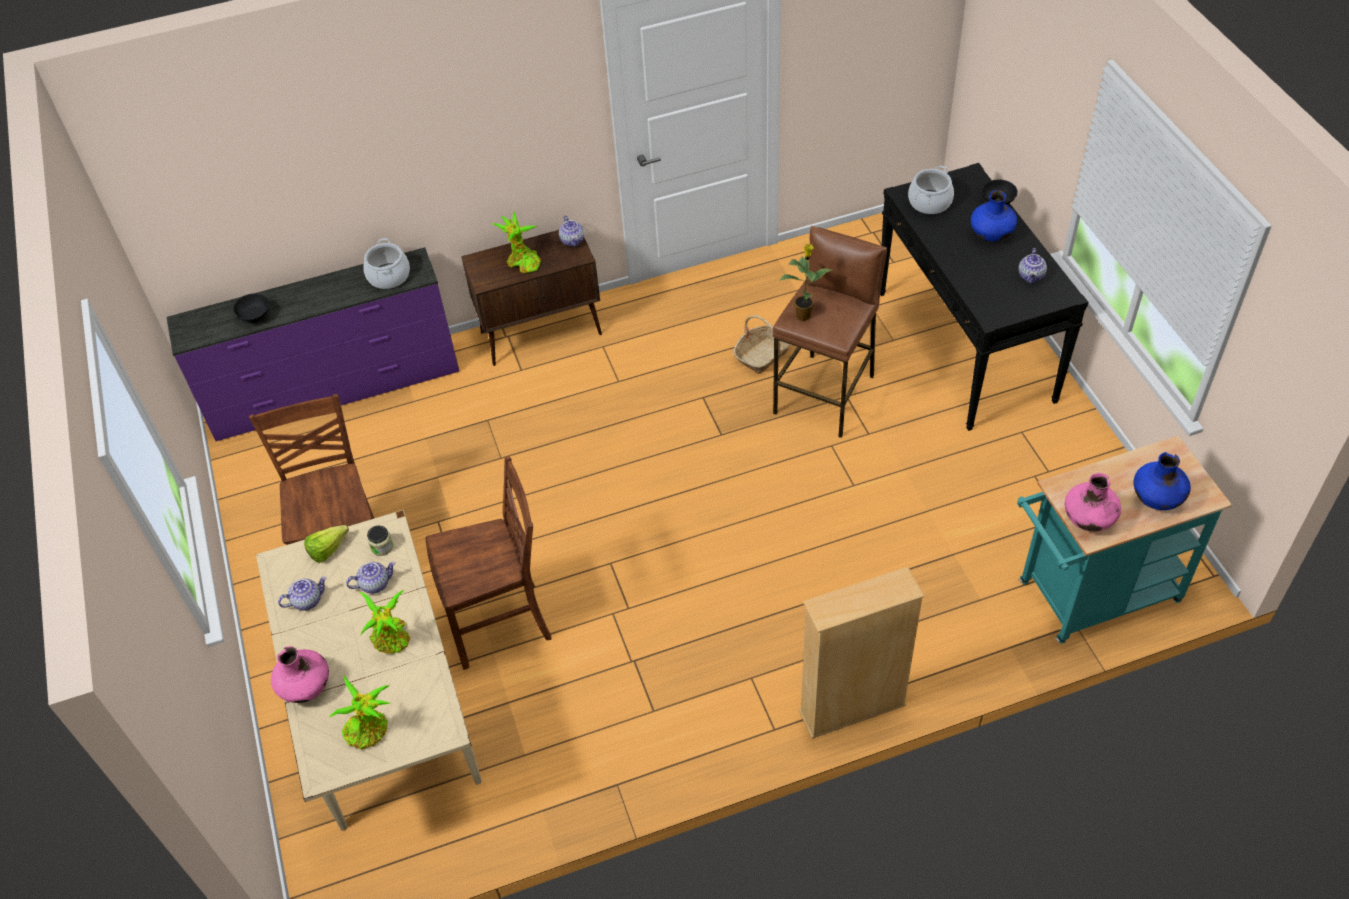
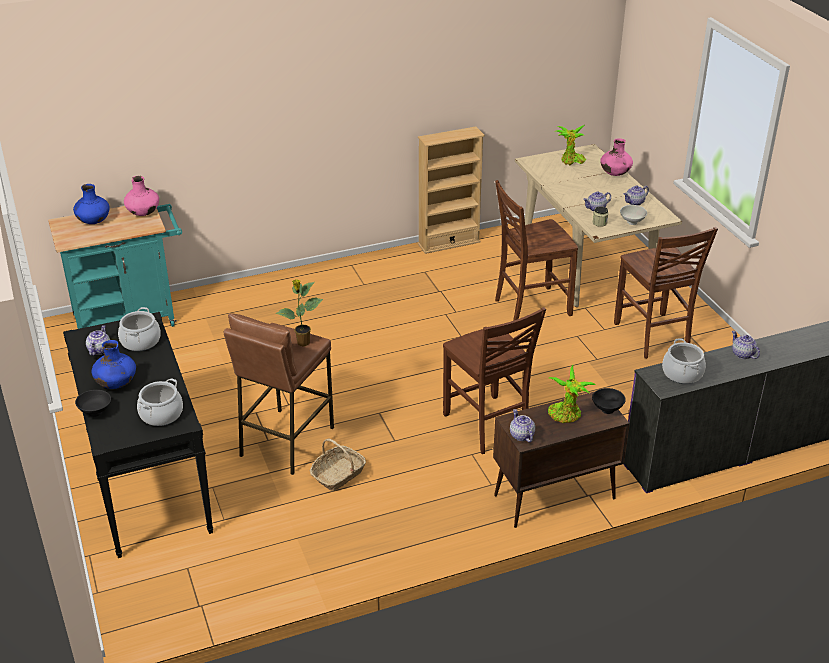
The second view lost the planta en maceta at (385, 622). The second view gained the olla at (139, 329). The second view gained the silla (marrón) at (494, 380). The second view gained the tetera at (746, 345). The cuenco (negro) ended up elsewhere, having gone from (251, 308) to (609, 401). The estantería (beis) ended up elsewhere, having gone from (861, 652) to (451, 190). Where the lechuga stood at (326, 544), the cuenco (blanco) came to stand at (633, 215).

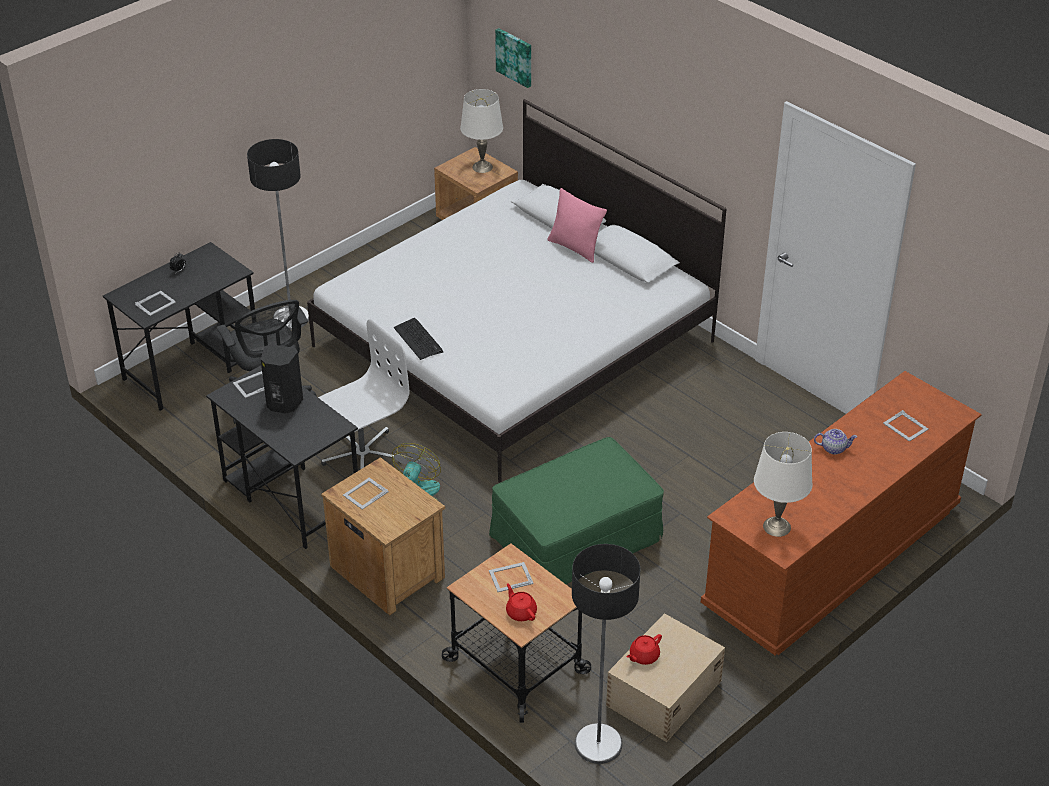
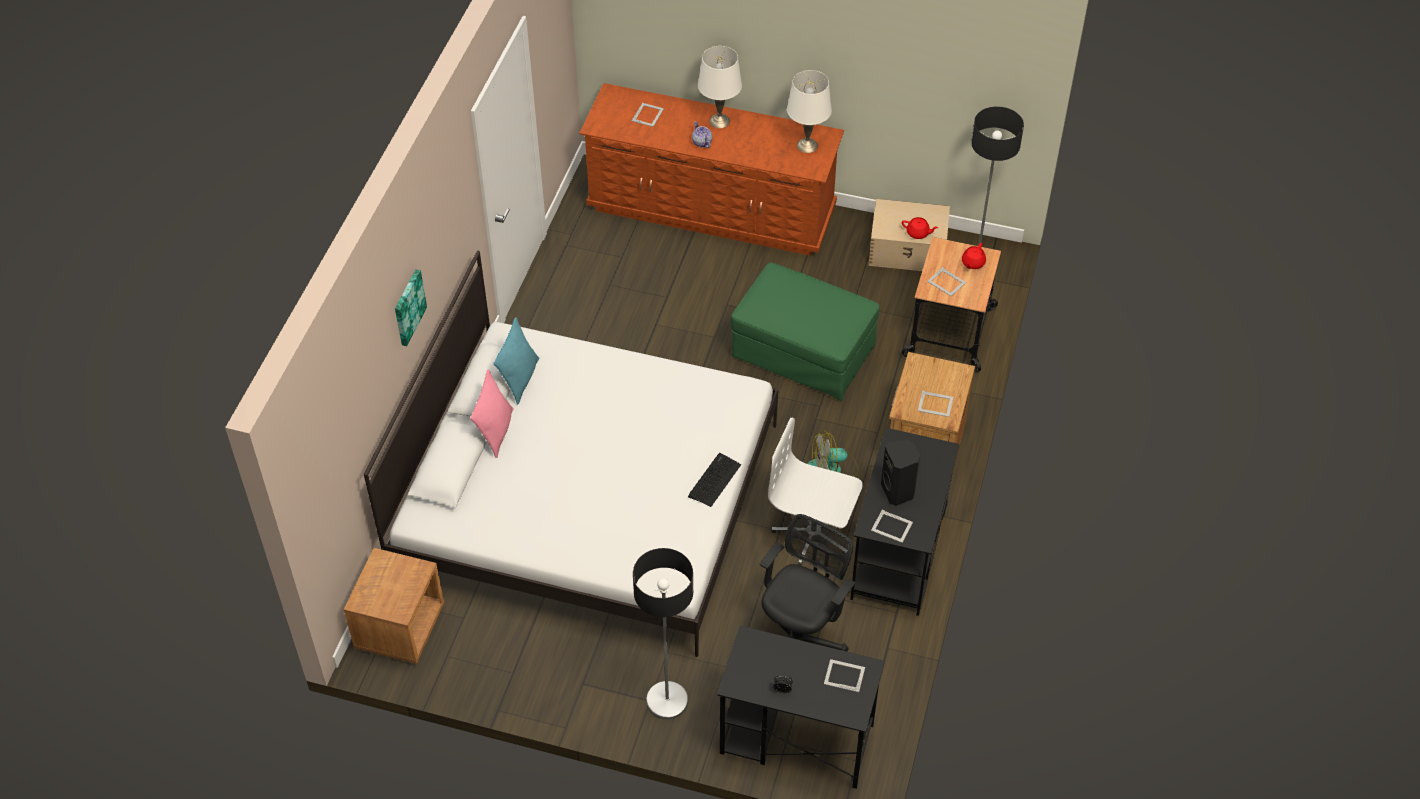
The second view gained the cojín (turquesa) at (516, 361). The lámpara de mesa (blanco) ended up elsewhere, having gone from (481, 131) to (720, 87). The cuadro ended up elsewhere, having gone from (513, 58) to (411, 307).

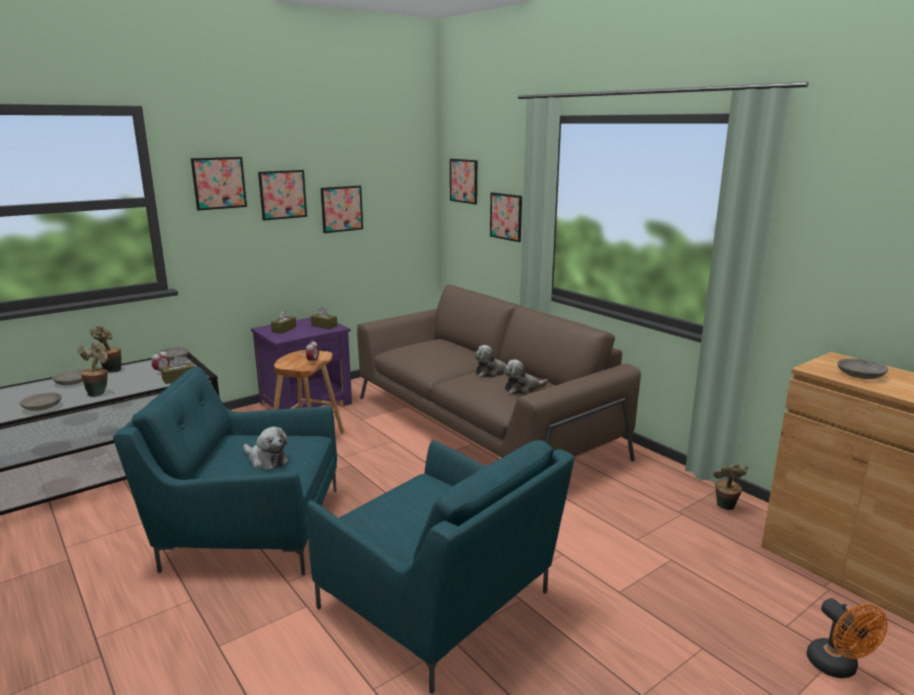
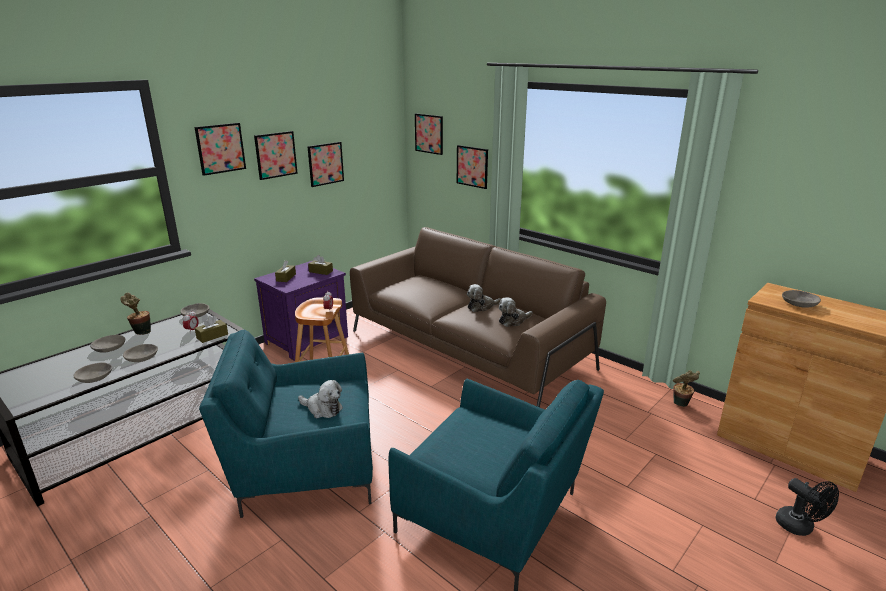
Where the planta en maceta stood at (93, 369), the cuenco (gris) came to stand at (140, 353). What was the ventilador (naranja) at (847, 638) turned into the ventilador (negro) at (807, 507).

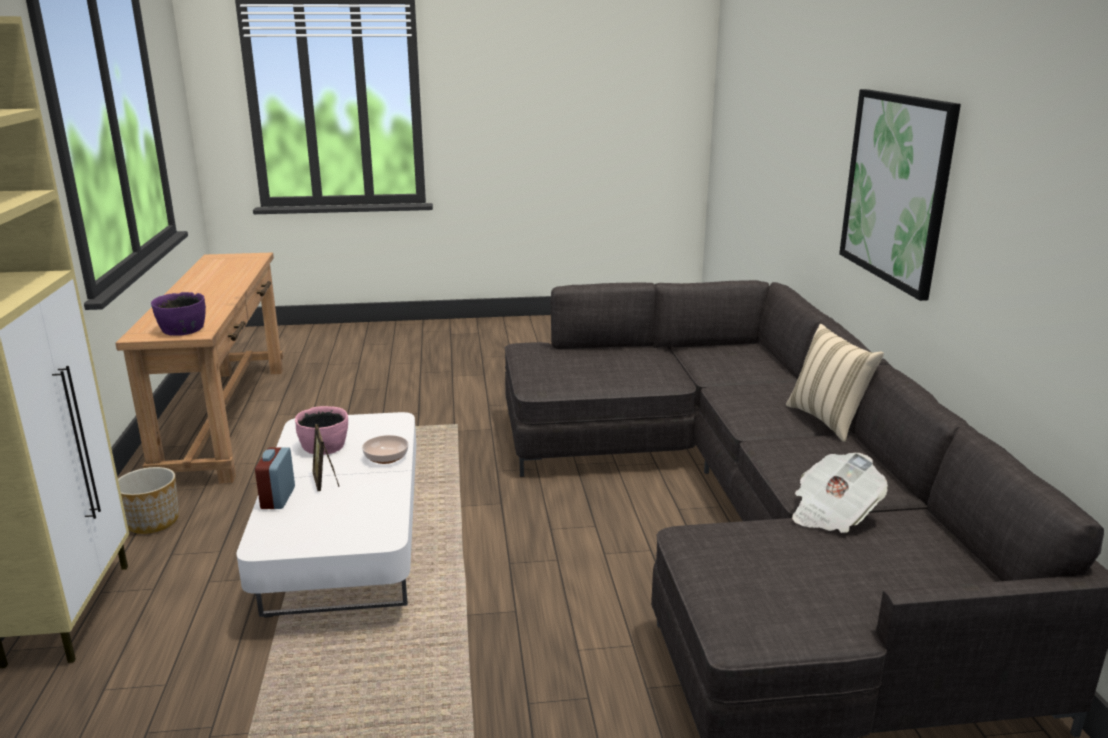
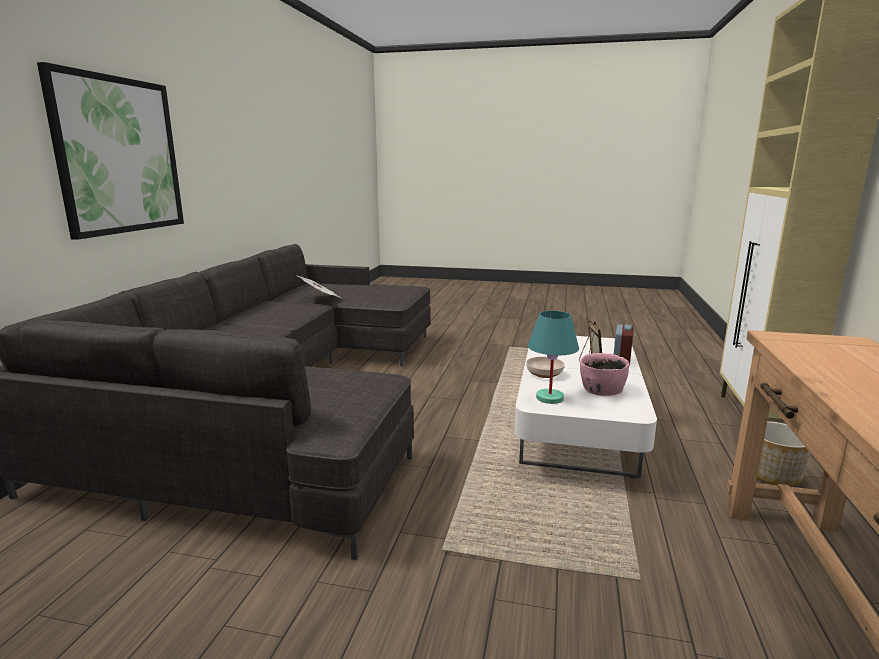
The second view lost the cuenco (morado) at (178, 314). The second view lost the cojín (beis) at (835, 383). The second view gained the lámpara de mesa (turquesa) at (553, 357).

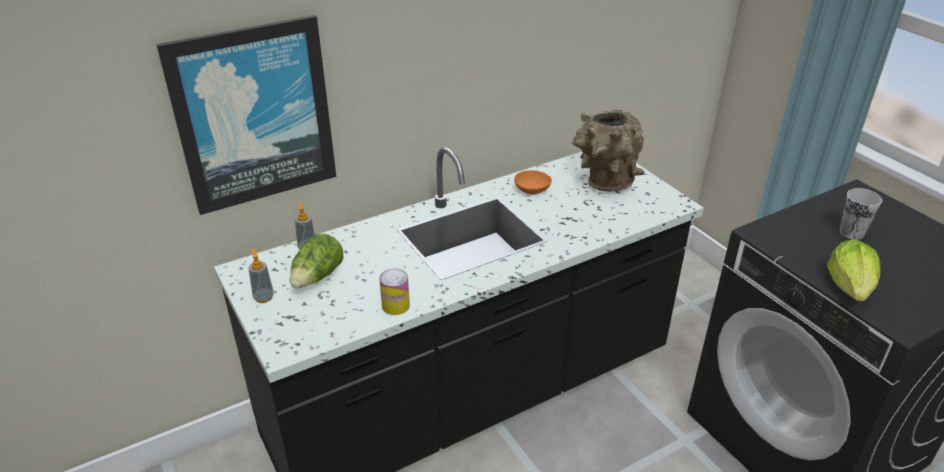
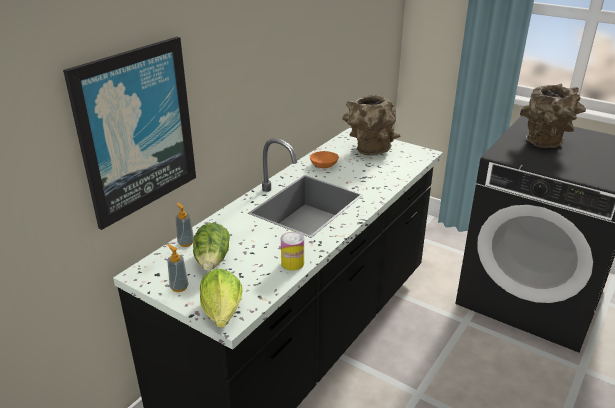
The lechuga ended up elsewhere, having gone from (854, 270) to (221, 298). Where the taza stood at (860, 214), the florero (marrón) came to stand at (553, 116).

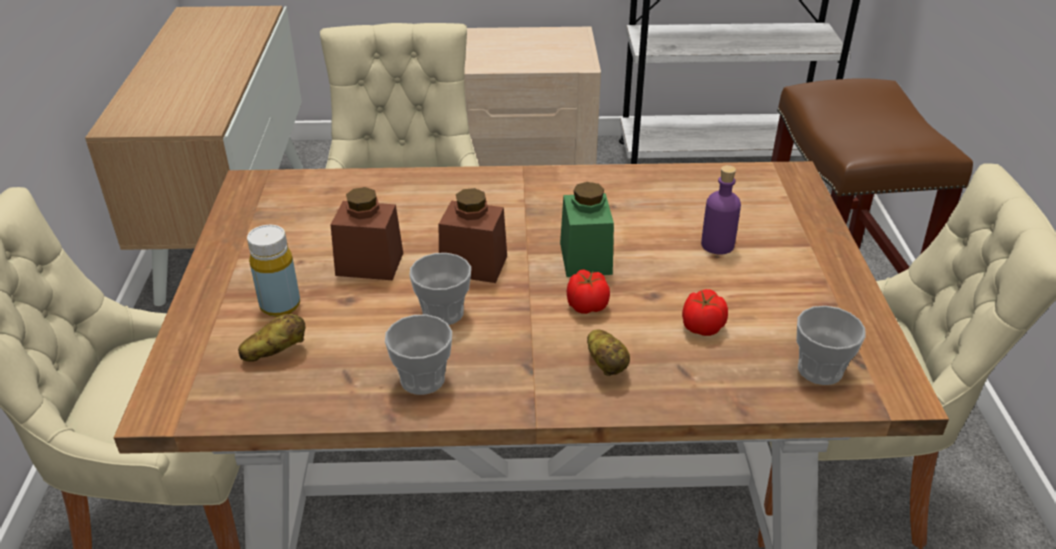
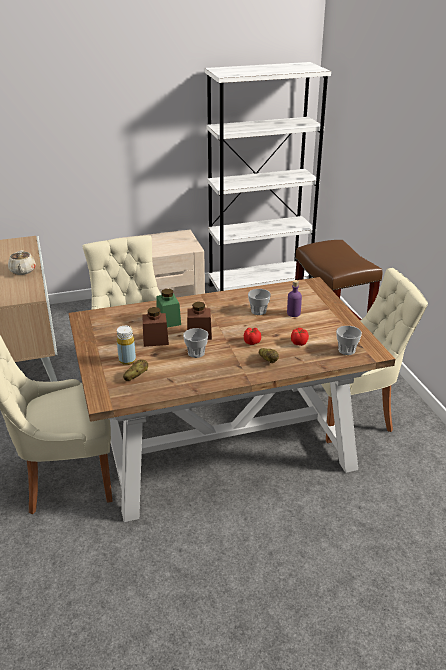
The second view gained the tetera (beis) at (22, 262). The taza ended up elsewhere, having gone from (418, 354) to (259, 302). The tarro (verde) ended up elsewhere, having gone from (587, 229) to (168, 308).

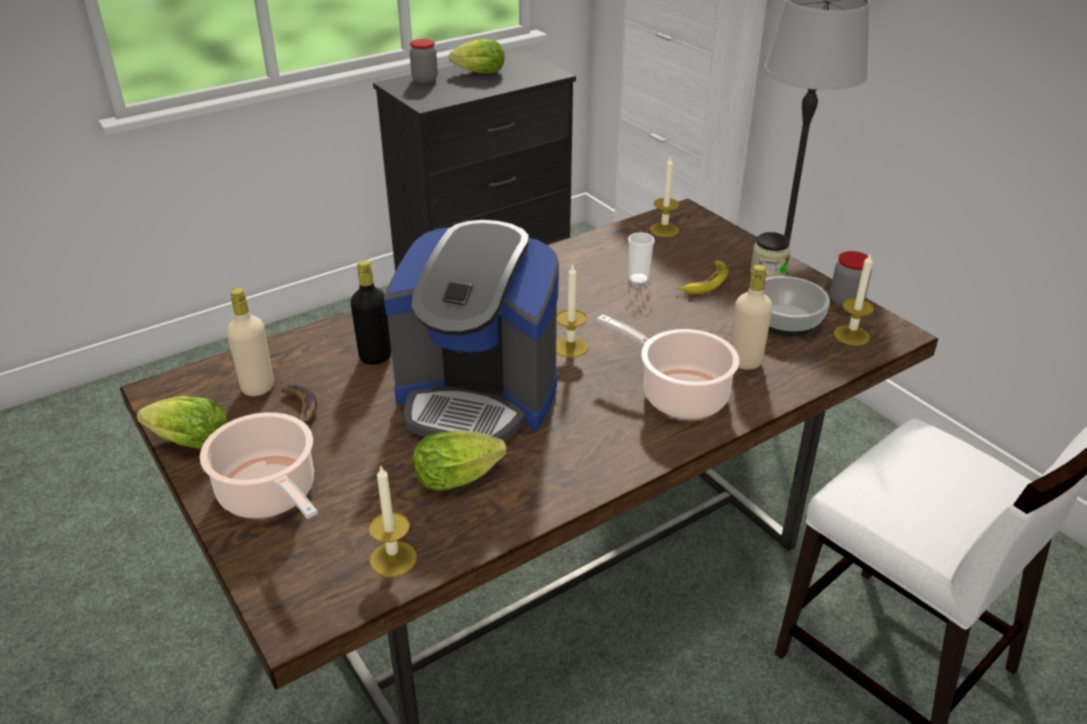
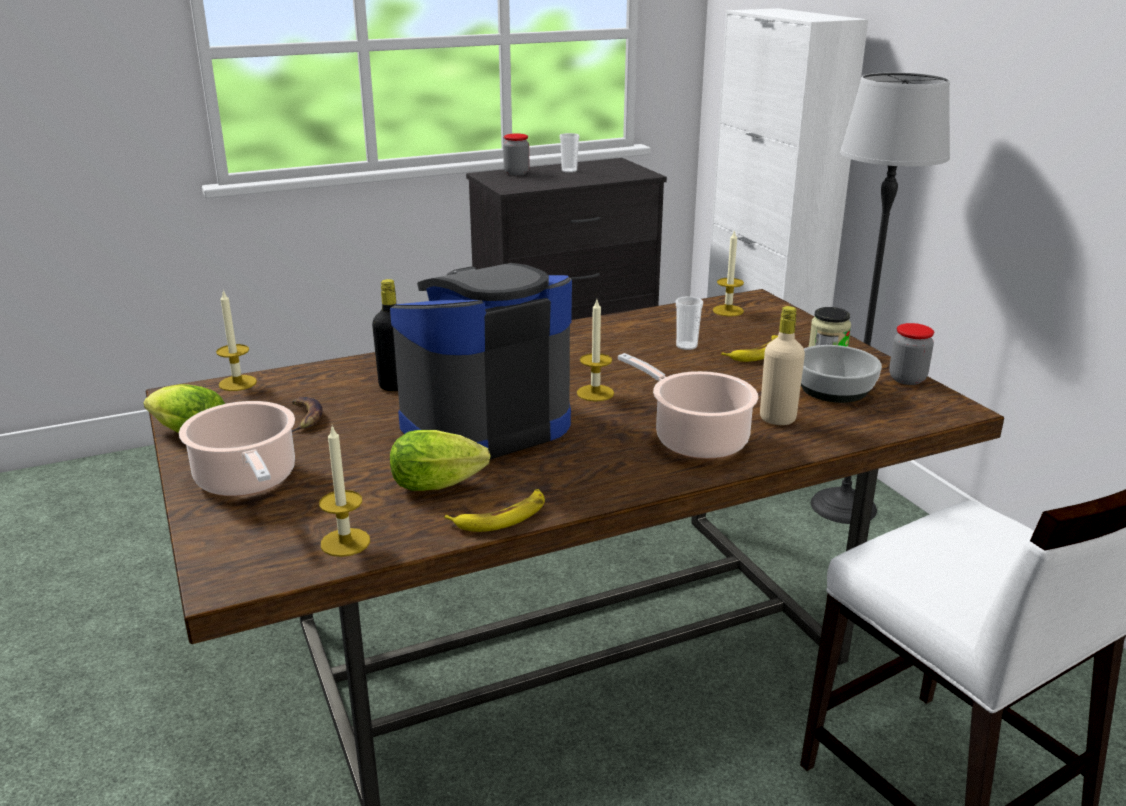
The second view lost the botella (beis) at (250, 342). The second view gained the plátano at (494, 510). The vela ended up elsewhere, having gone from (854, 299) to (236, 340). Where the lechuga stood at (476, 56), the taza came to stand at (570, 153). The cafetera at (471, 331) ended up facing another way, 120 degrees clockwise from before.

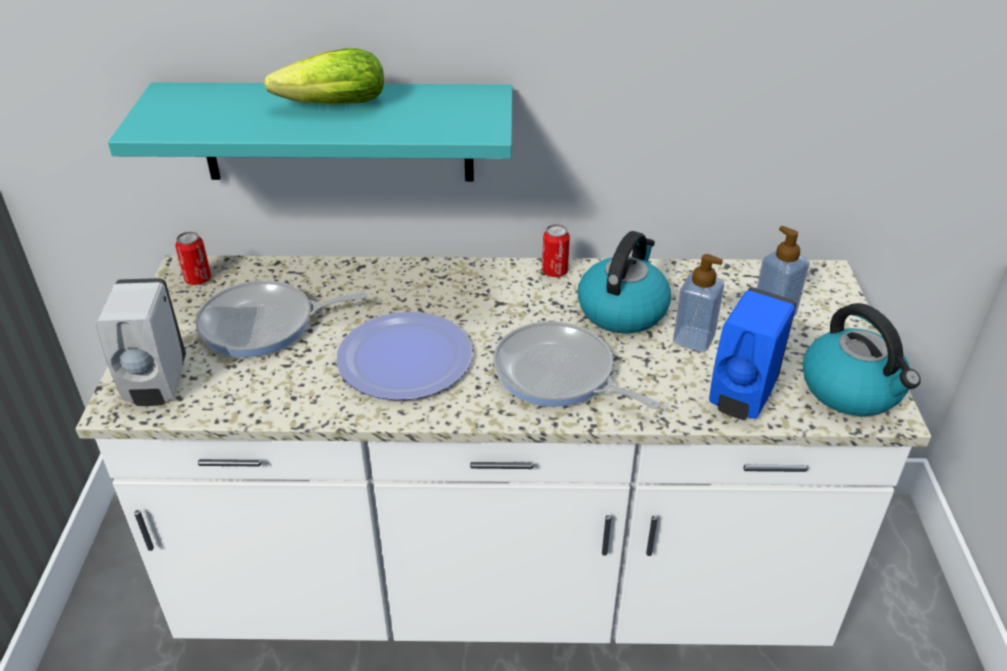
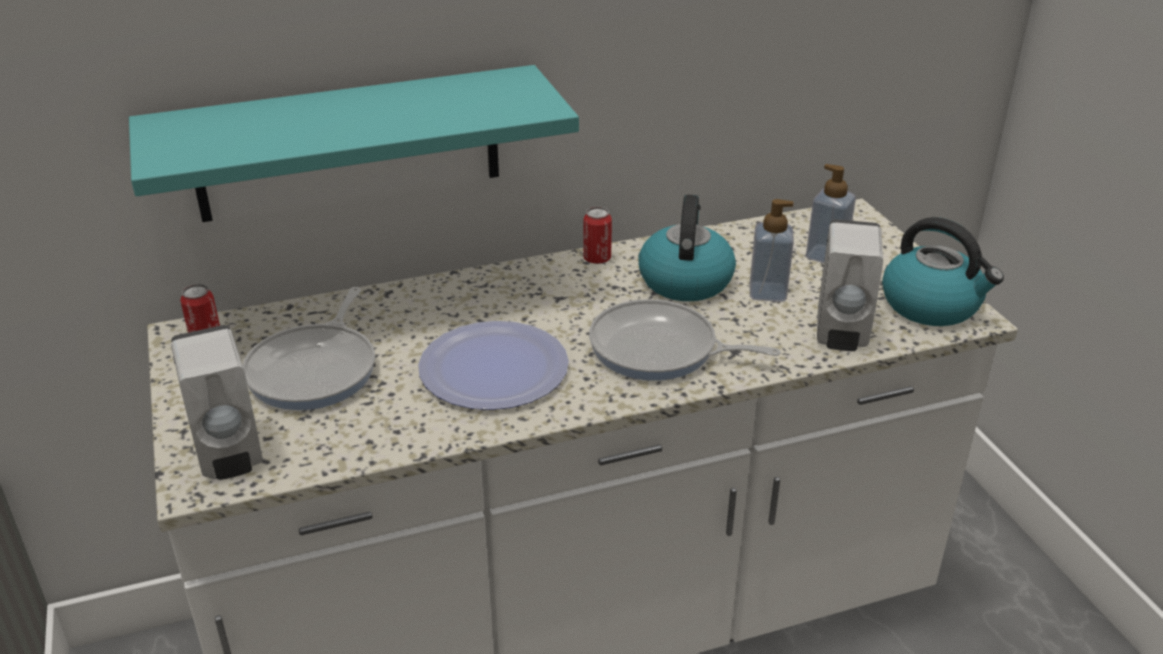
The second view lost the lechuga at (324, 76). What was the dispensador de jabón (azul) at (752, 353) turned into the dispensador de jabón (blanco) at (850, 285). The sartén at (281, 318) ended up facing another way, 45 degrees counterclockwise from before.

